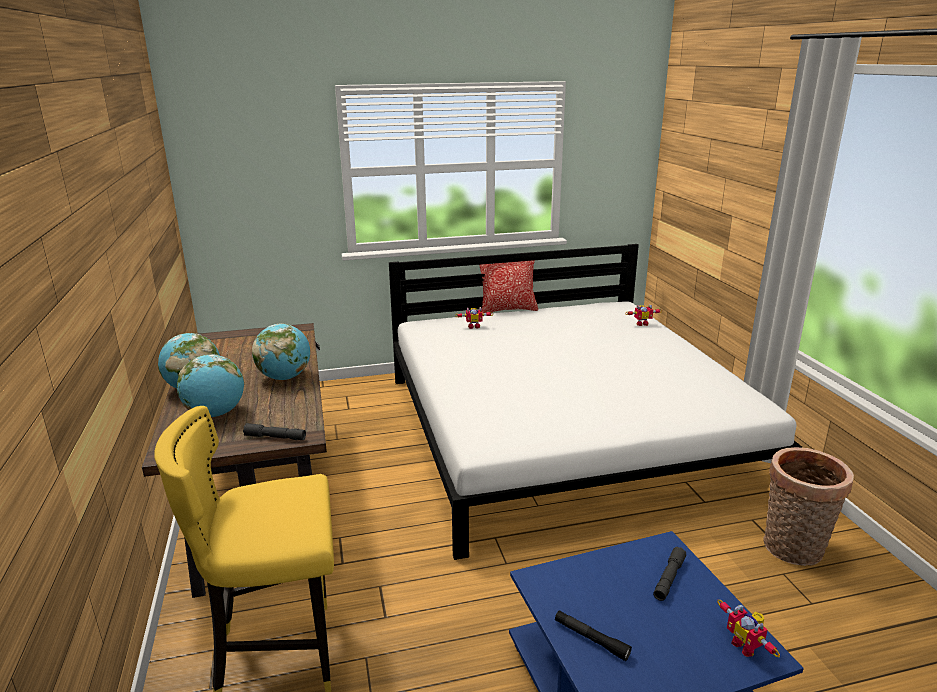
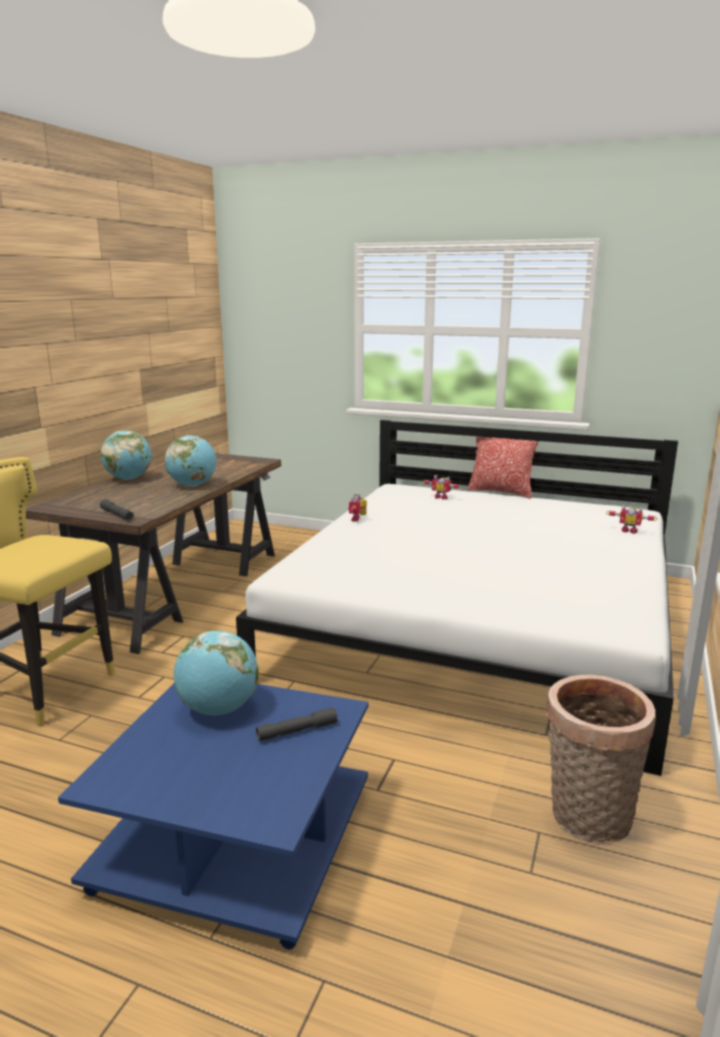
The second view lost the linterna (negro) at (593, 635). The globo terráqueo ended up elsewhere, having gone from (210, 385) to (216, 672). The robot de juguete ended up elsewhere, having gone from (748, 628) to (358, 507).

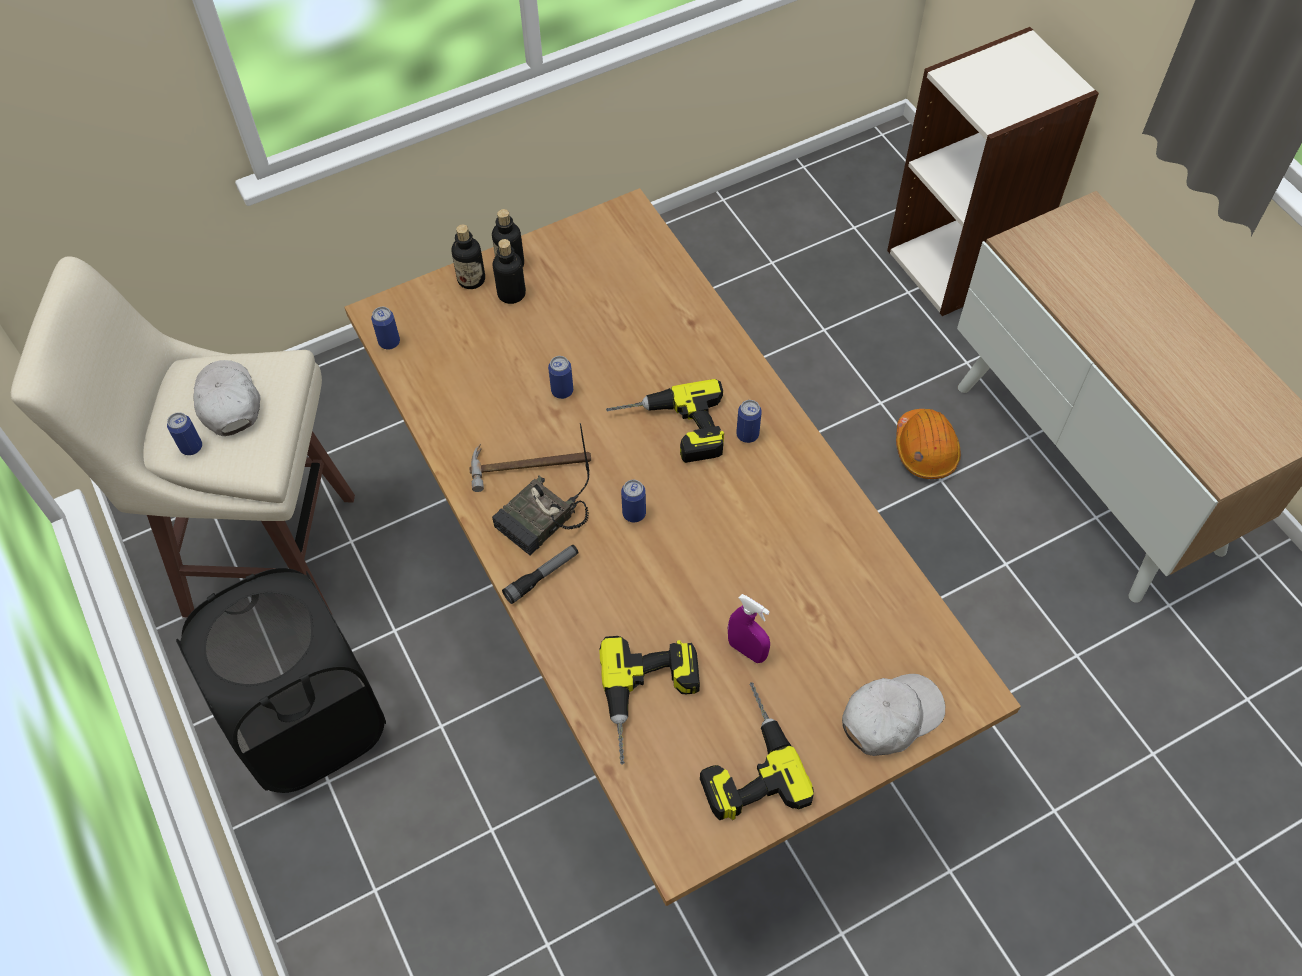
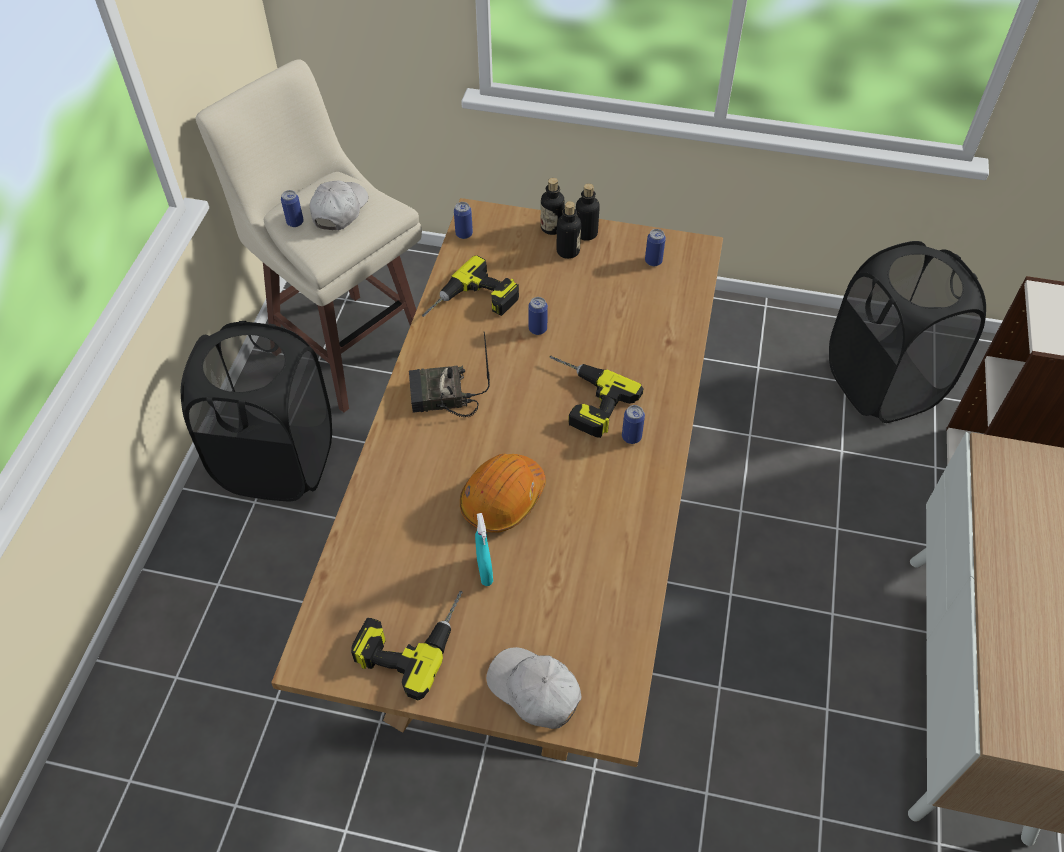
The second view lost the martillo at (530, 468). The second view lost the linterna at (540, 574). The second view gained the cesto de la ropa (negro) at (907, 332). The taladro ended up elsewhere, having gone from (649, 700) to (470, 286). The lata ended up elsewhere, having gone from (633, 501) to (655, 247). The casco (naranja) ended up elsewhere, having gone from (928, 444) to (503, 493). What was the pulverizador (morado) at (749, 628) turned into the pulverizador (turquesa) at (484, 549). The gorra (blanco) at (893, 715) ended up facing another way, 150 degrees counterclockwise from before.

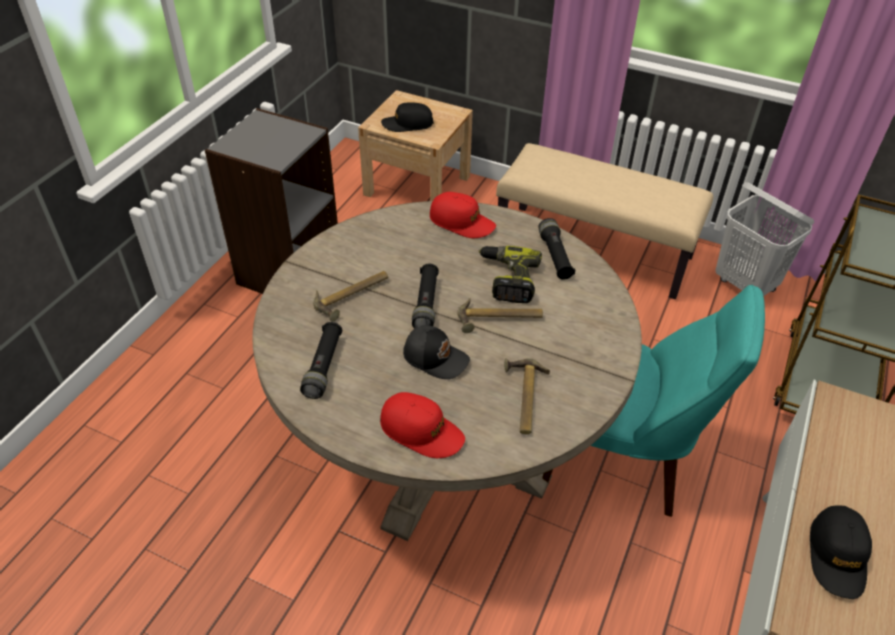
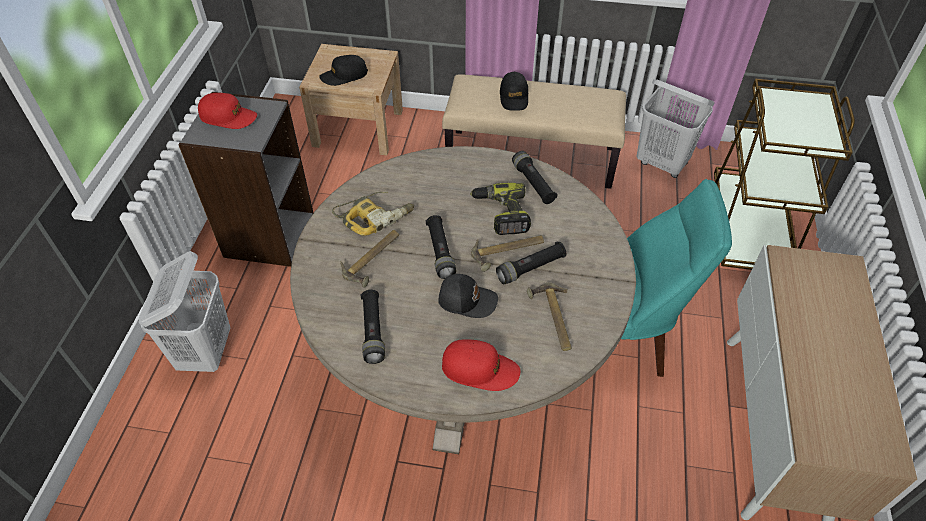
The second view gained the cesto de la ropa (blanco) at (184, 311). The second view gained the taladro at (373, 214). The second view gained the linterna (negro) at (531, 263). The gorra (rojo) ended up elsewhere, having gone from (463, 215) to (227, 111). The gorra (negro) ended up elsewhere, having gone from (841, 552) to (514, 91).

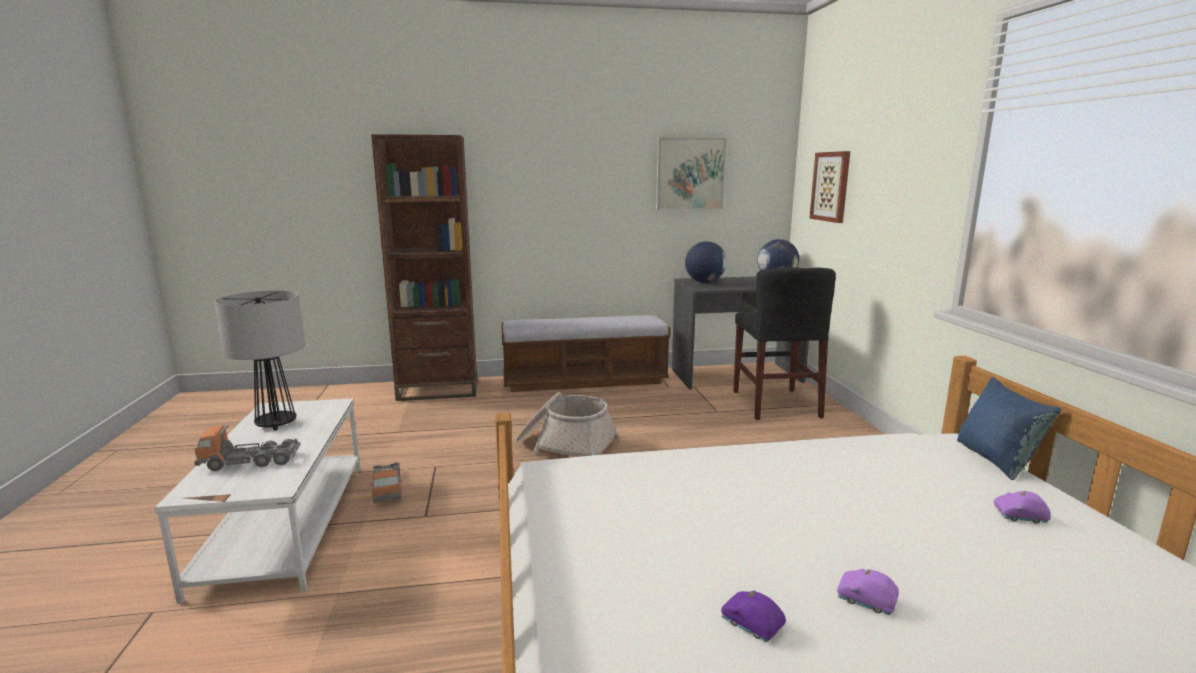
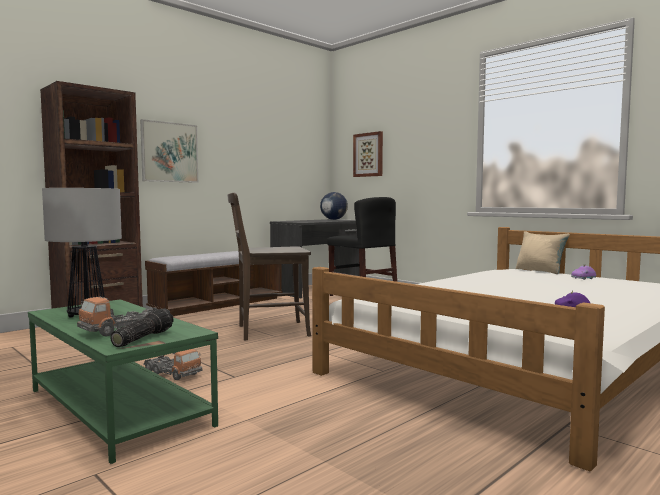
The second view lost the globo terráqueo at (706, 262). The second view lost the coche de juguete (morado) at (868, 592). The second view gained the linterna at (142, 327). The cuadro ended up elsewhere, having gone from (691, 174) to (169, 151). Where the cesta stood at (568, 424), the silla (marrón) came to stand at (269, 266). What was the mesa de centro (blanco) at (258, 501) turned into the mesa de centro (verde) at (123, 381). What was the cojín (azul) at (1009, 428) turned into the cojín (beis) at (543, 252).

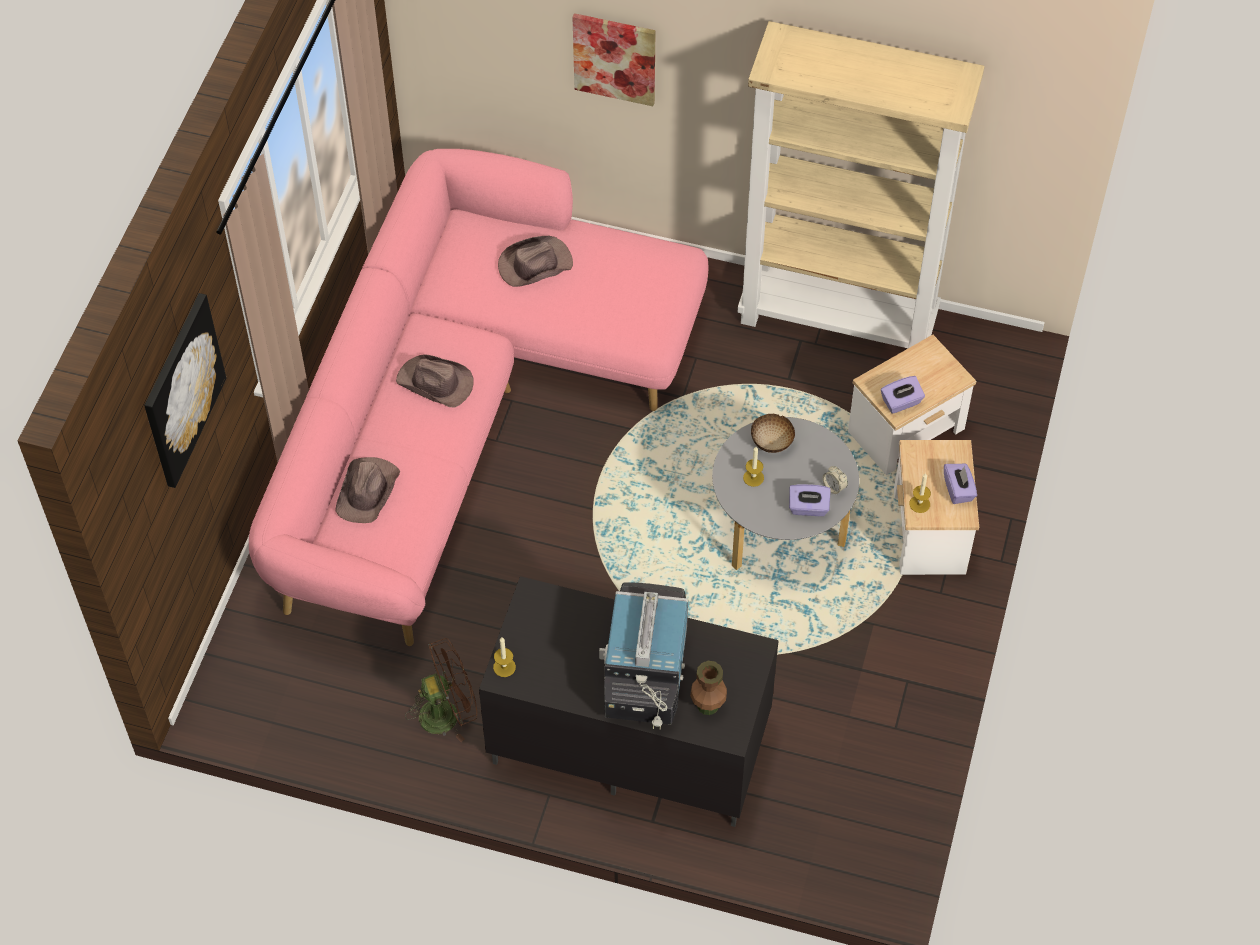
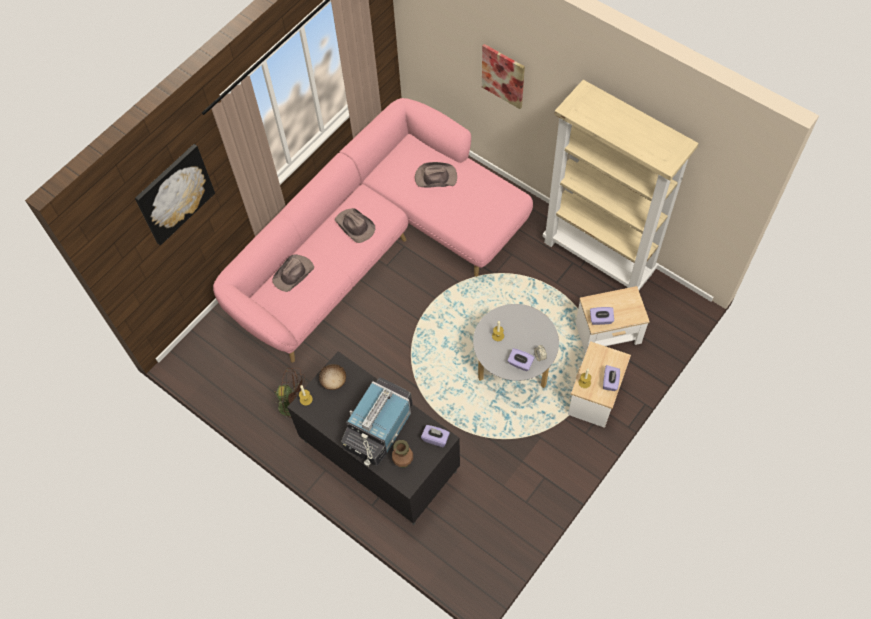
The second view gained the caja de pañuelos (morado) at (435, 436). The cuenco ended up elsewhere, having gone from (773, 433) to (332, 377).

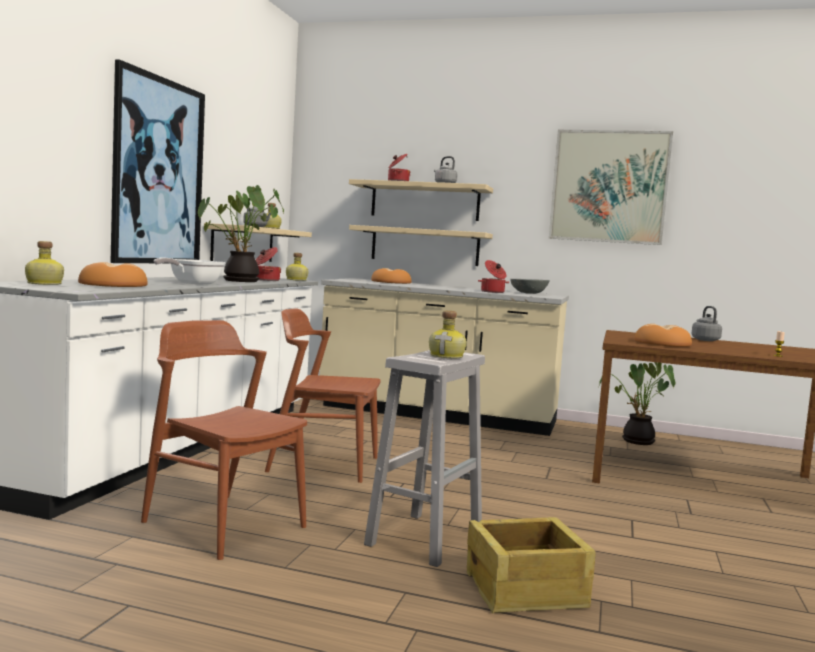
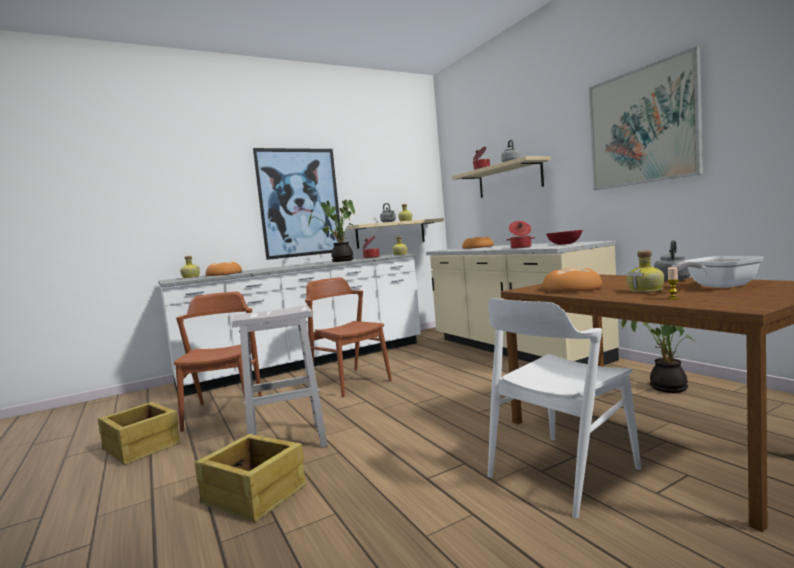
The second view lost the estante (beis) at (421, 245). The second view gained the caja de embalaje at (139, 433). The second view gained the silla (blanco) at (564, 408). The sartén ended up elsewhere, having gone from (190, 270) to (717, 272). The botella ended up elsewhere, having gone from (448, 335) to (645, 271). What was the cuenco (gris) at (530, 286) turned into the cuenco (rojo) at (564, 237).

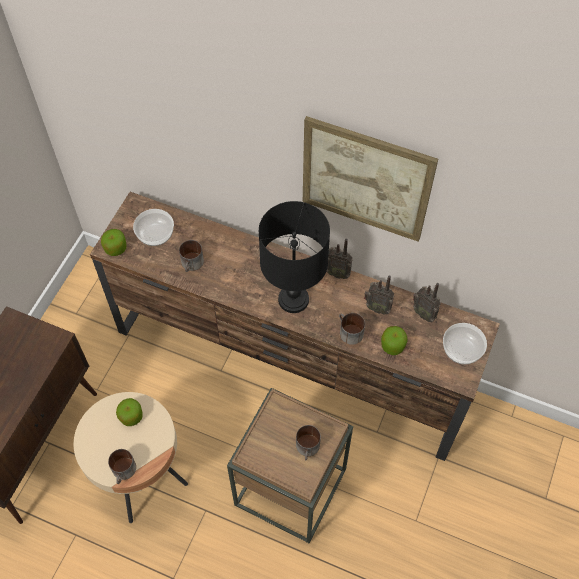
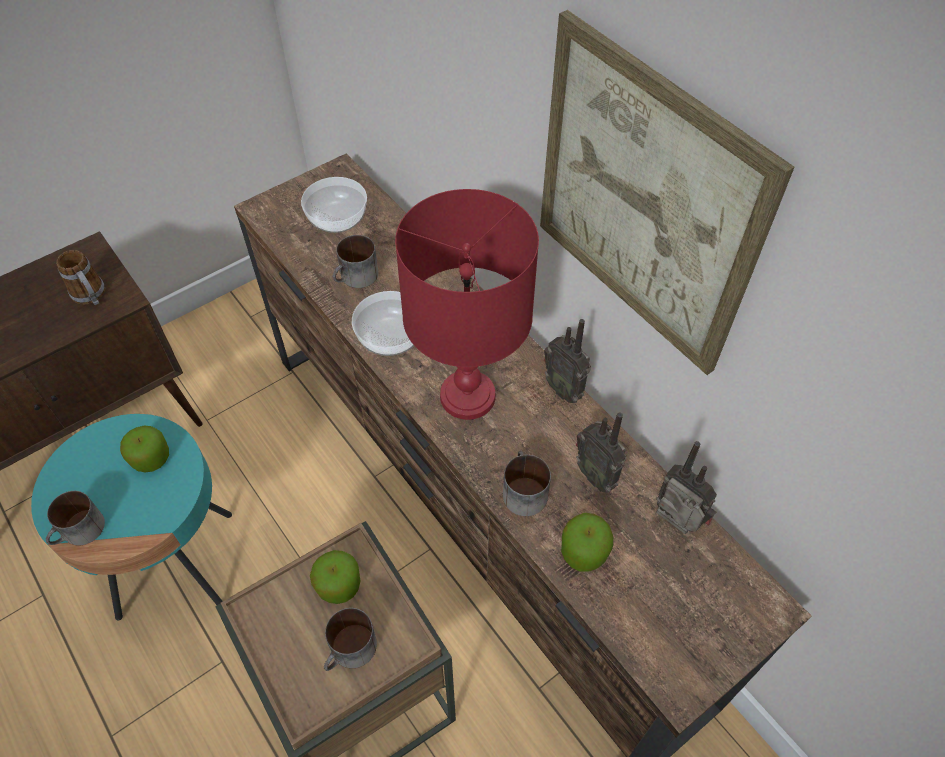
The second view gained the taza grande at (80, 277). The manzana ended up elsewhere, having gone from (113, 242) to (335, 577). The cuenco ended up elsewhere, having gone from (465, 344) to (383, 323). What was the mesa auxiliar (beis) at (131, 457) turned into the mesa auxiliar (turquesa) at (131, 517). What was the lámpara de mesa (negro) at (294, 257) turned into the lámpara de mesa (rojo) at (467, 304). The radio at (426, 302) ended up facing another way, 150 degrees clockwise from before.

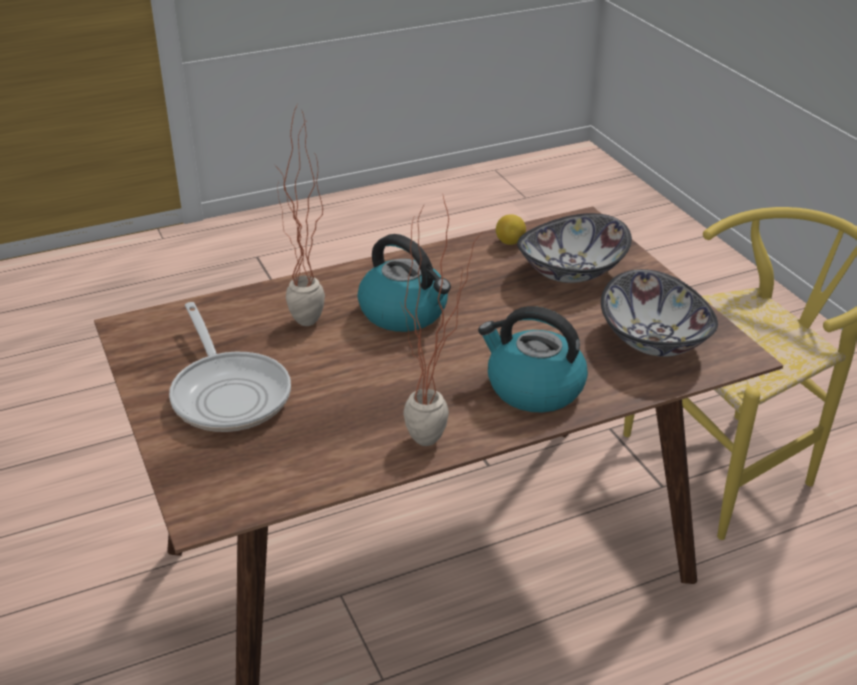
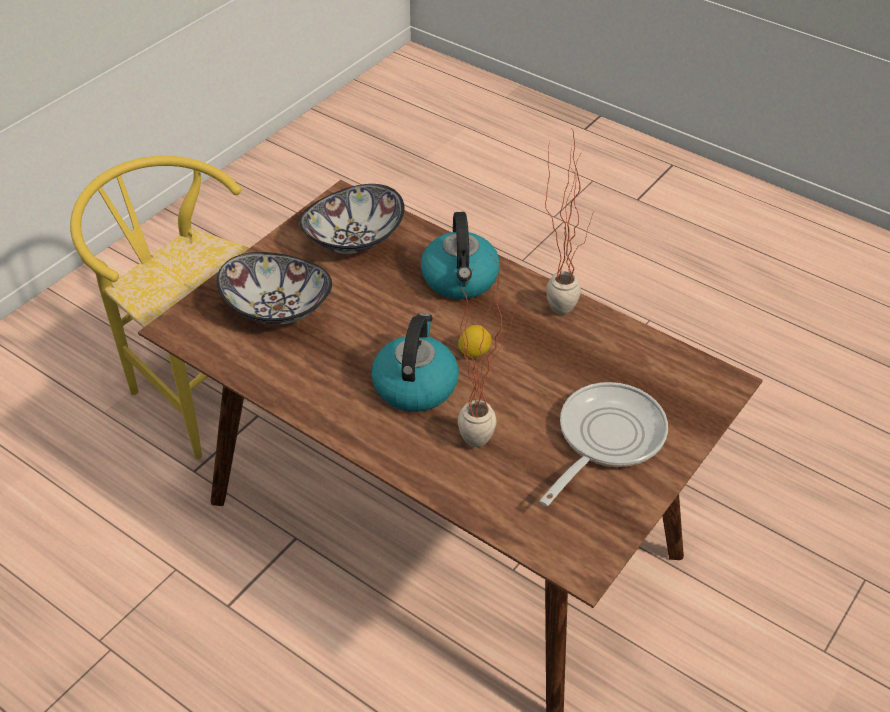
The limón ended up elsewhere, having gone from (511, 229) to (475, 341).

